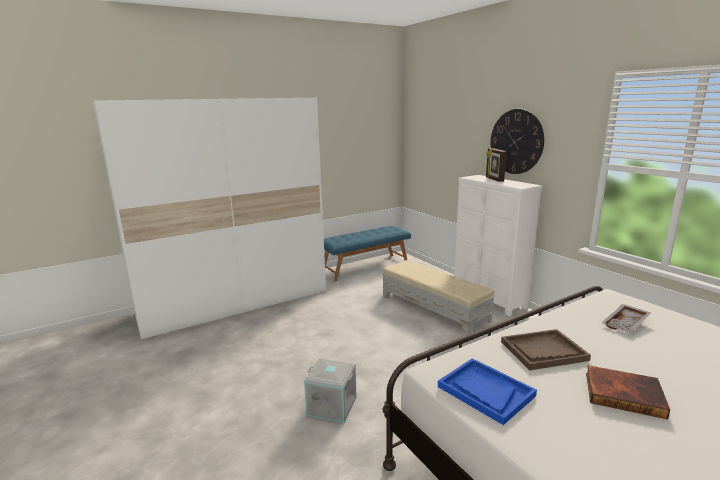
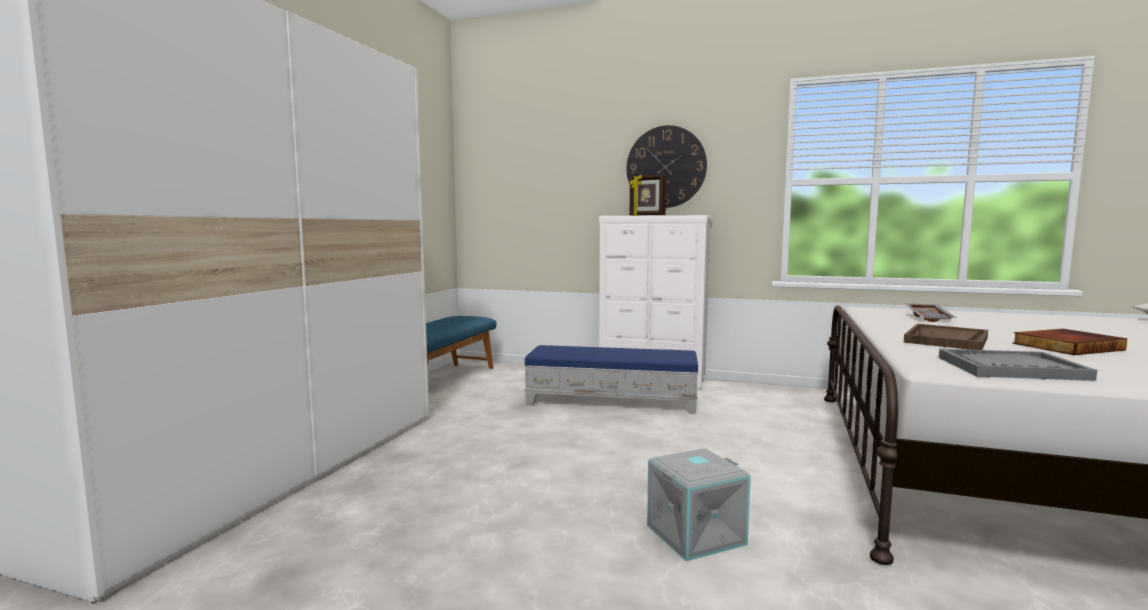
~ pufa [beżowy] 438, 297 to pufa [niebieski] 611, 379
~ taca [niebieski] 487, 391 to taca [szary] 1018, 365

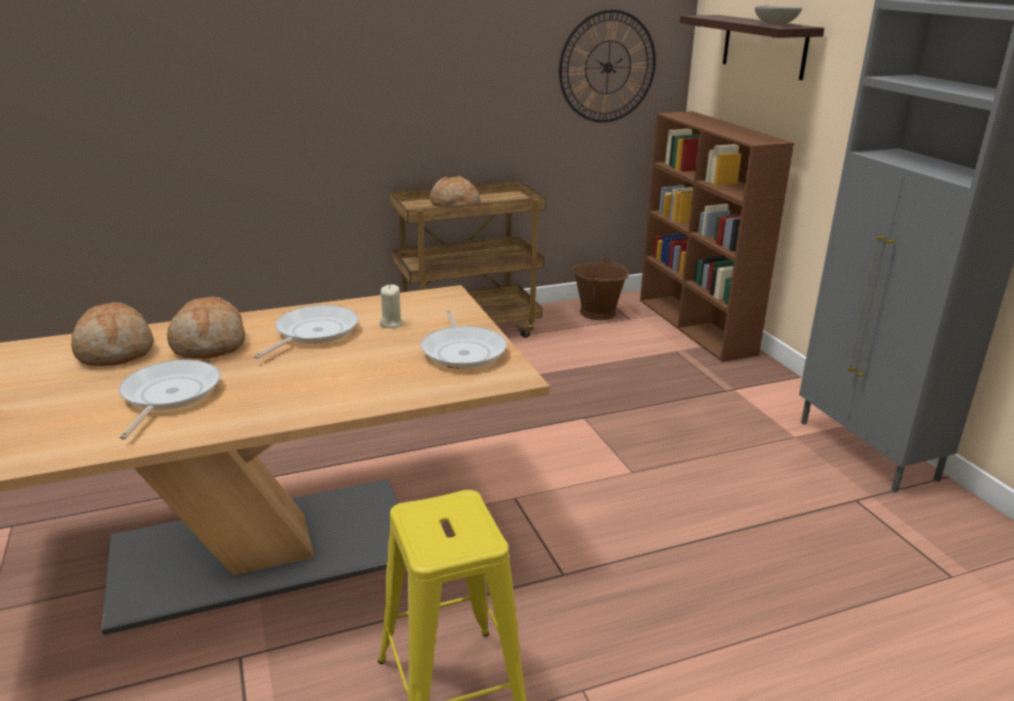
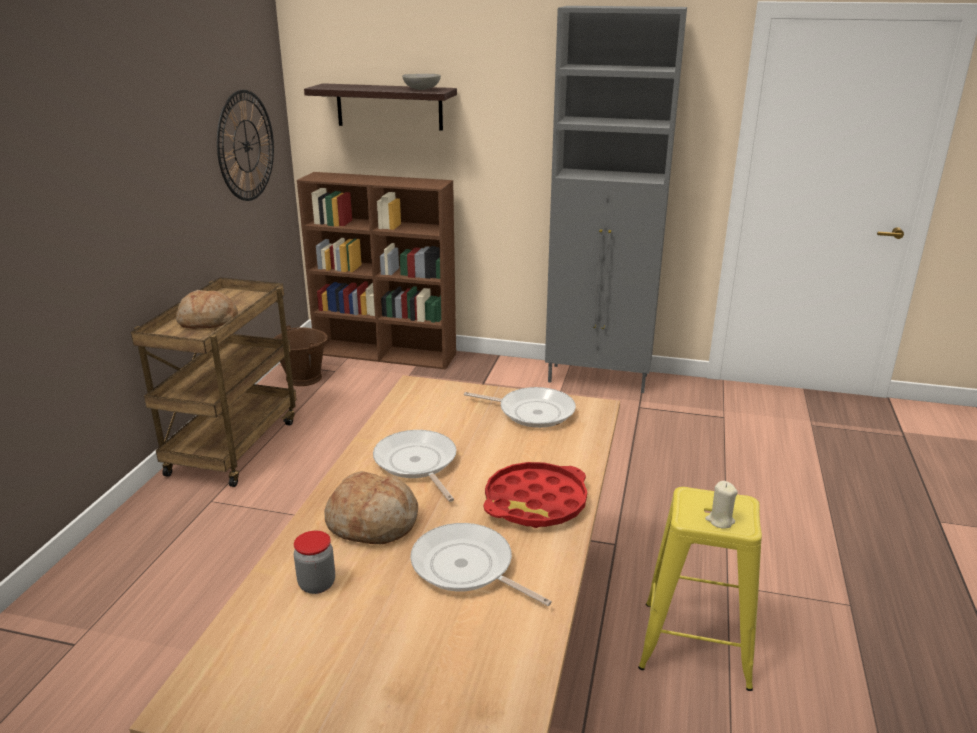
~ chleb 112, 334 to słoik 314, 562
~ świeca [beżowy] 391, 306 to 721, 505
+ taca [czerwony] 535, 495

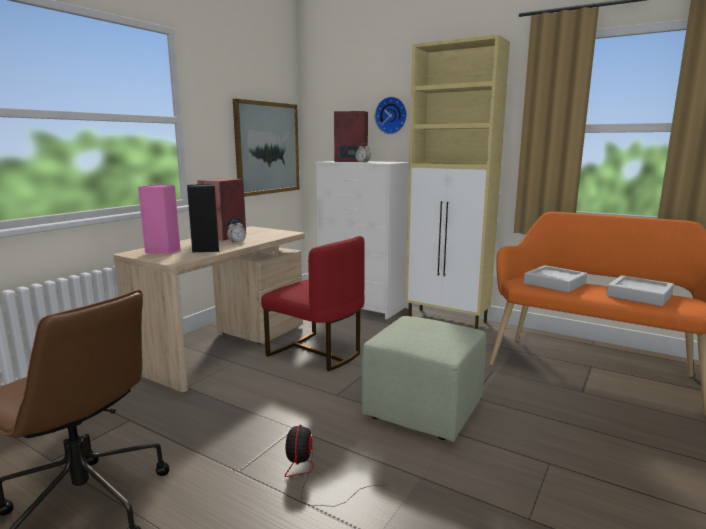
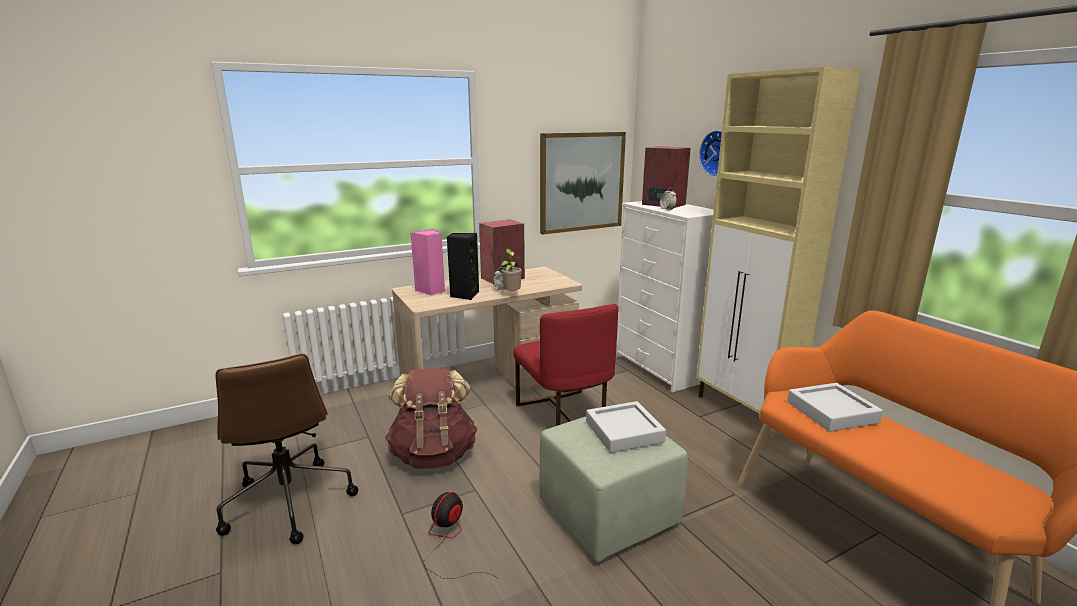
~ taca [szary] 640, 290 to 626, 427
+ plecak [brązowy] 431, 418
+ roślina doniczkowa 510, 271

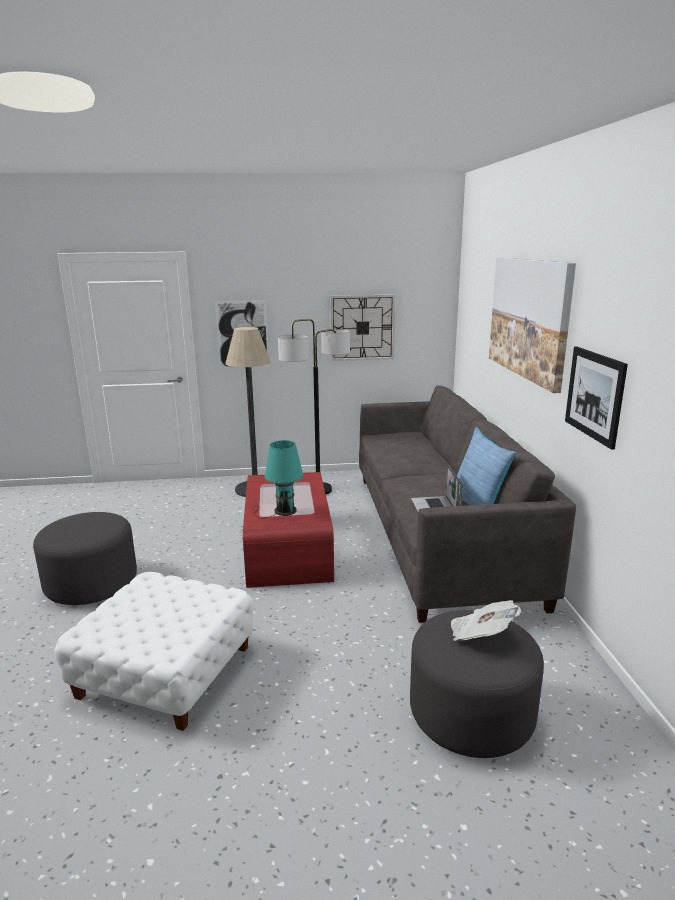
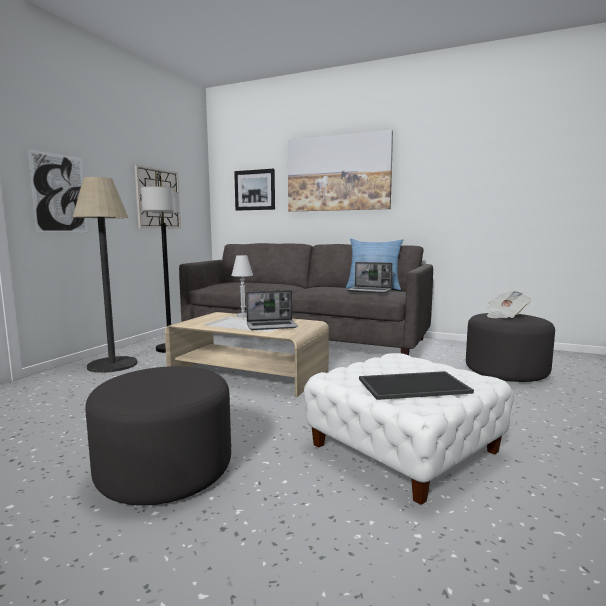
~ ława [czerwony] 288, 530 to ława [beżowy] 247, 354
~ lampa stołowa [turkusowy] 279, 479 to laptop 272, 310
~ obraz 596, 398 to 254, 190
+ lampa stołowa [biały] 242, 286
+ taca 416, 385

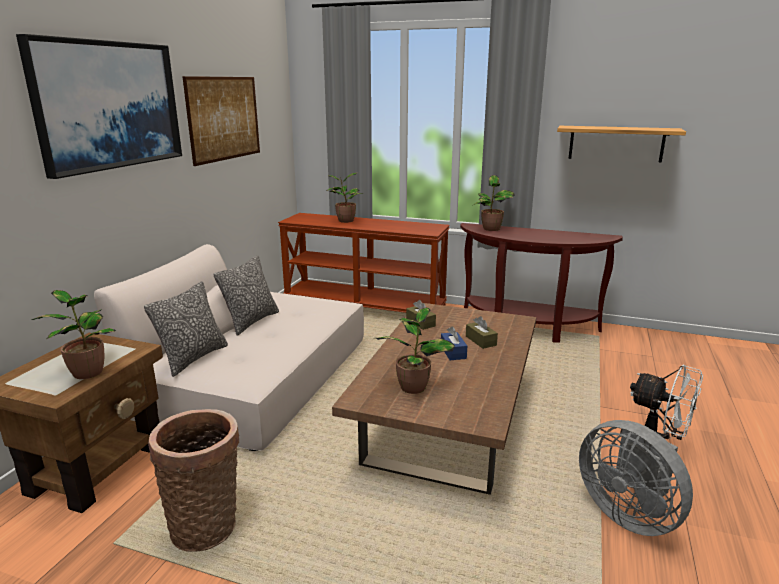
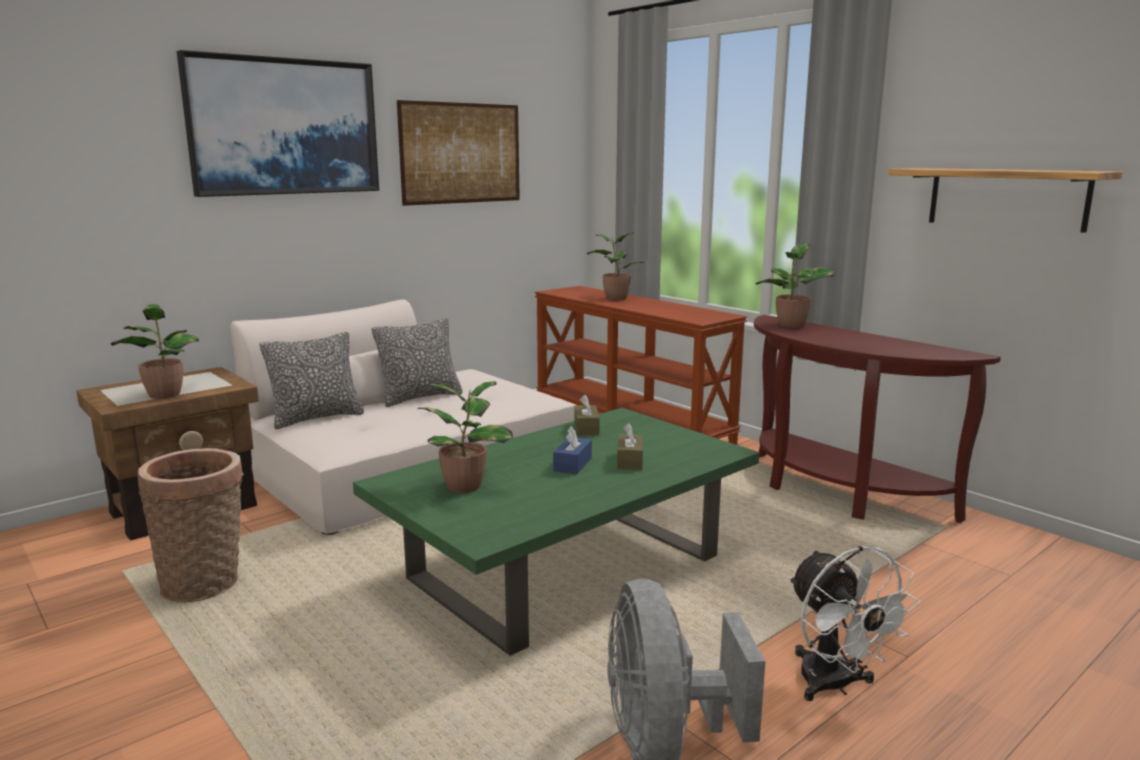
~ ława [brązowy] 434, 399 to ława [zielony] 556, 532

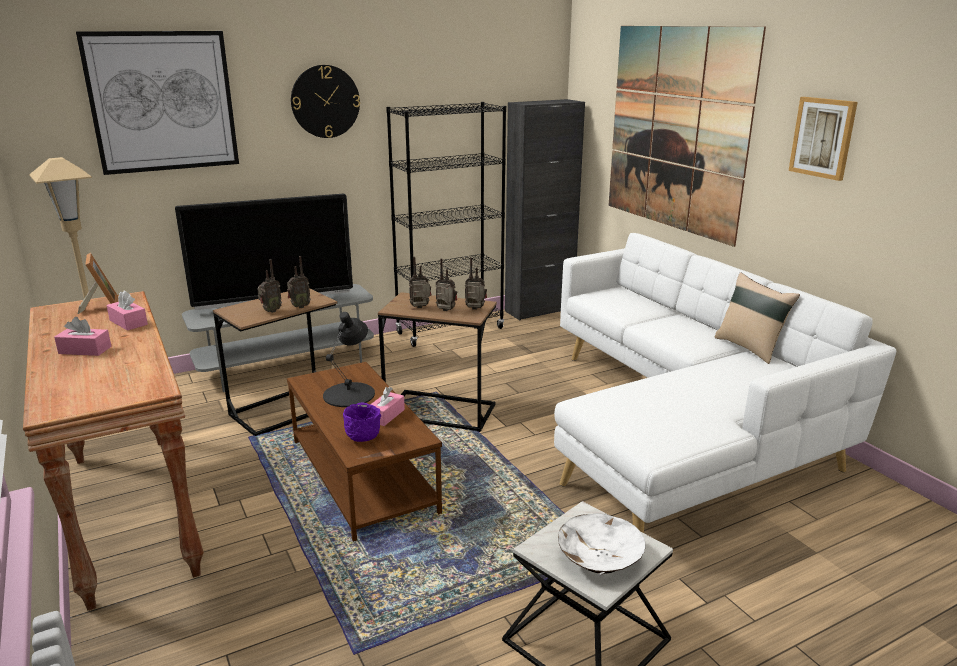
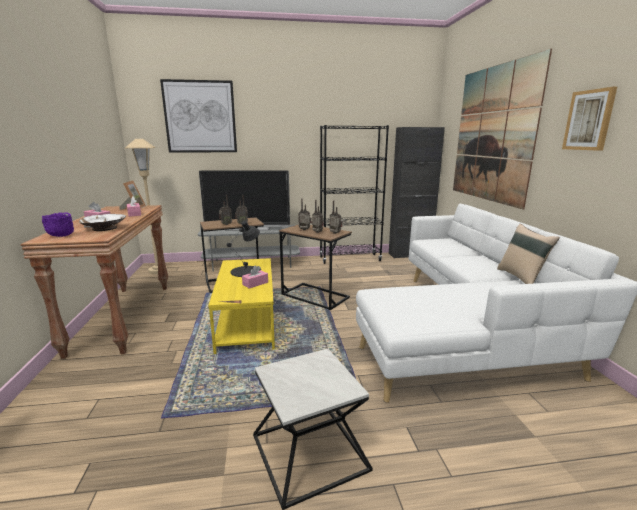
~ ława [brązowy] 364, 452 to ława [żółty] 241, 306
- zegar ścienny 325, 101
~ miska [fioletowy] 362, 422 to 58, 224
~ miska [biały] 602, 544 to 102, 222

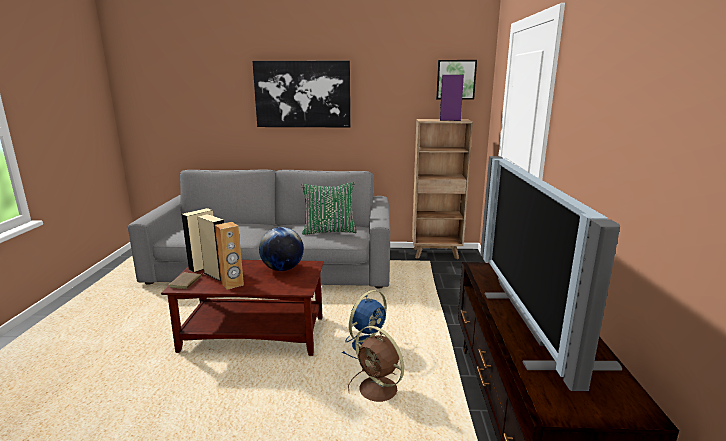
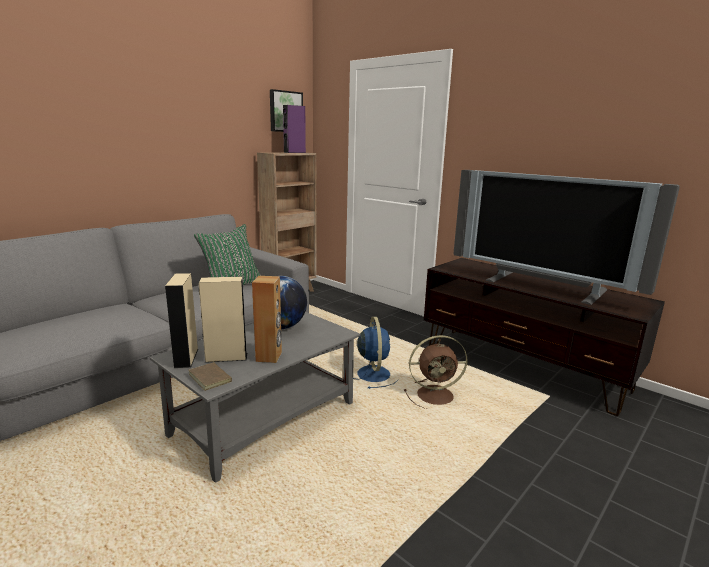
~ ława [brązowy] 242, 308 to ława [szary] 255, 397
- obraz 302, 94

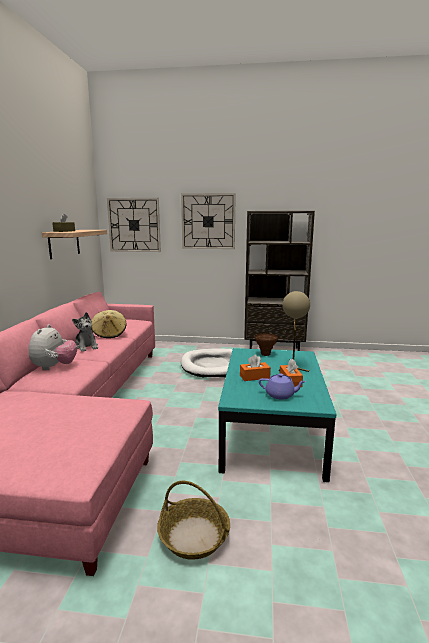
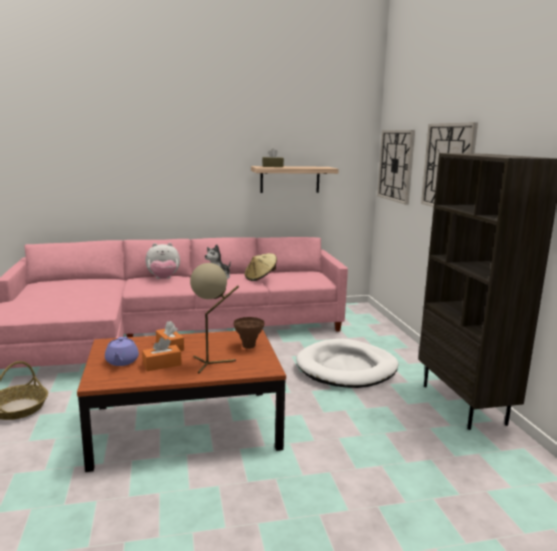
~ ława [turkusowy] 277, 415 to ława [brązowy] 181, 400

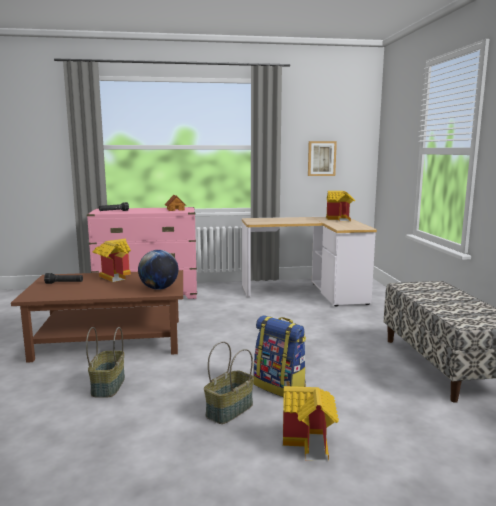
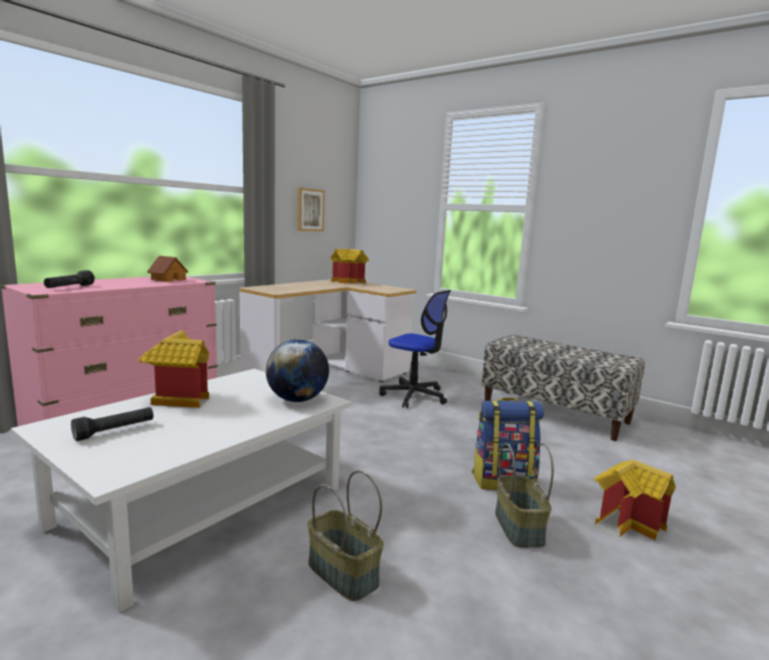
~ ława [brązowy] 97, 316 to ława [biały] 181, 491
+ krzesło biurowe 415, 349

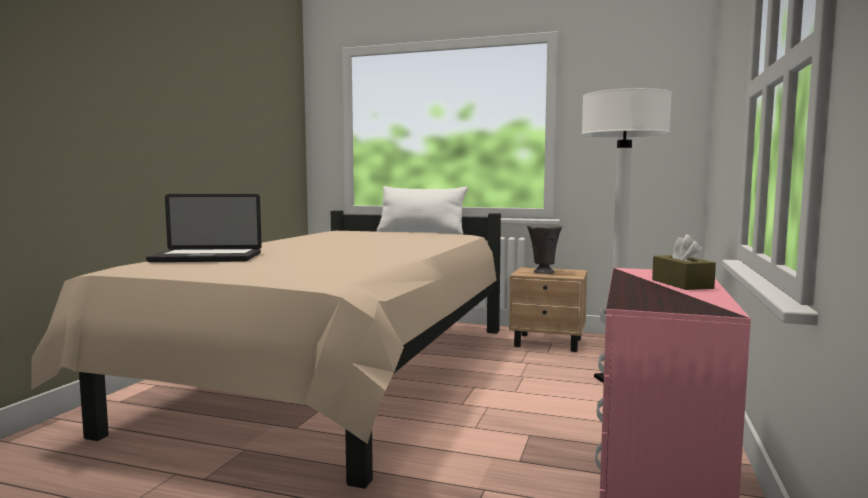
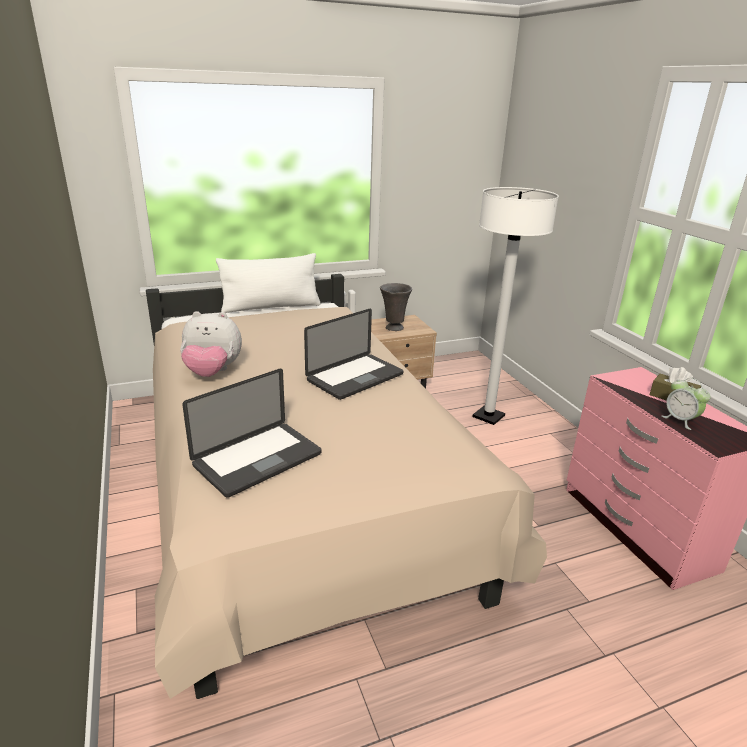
+ pluszak 211, 344
+ laptop 353, 354
+ budzik 686, 404

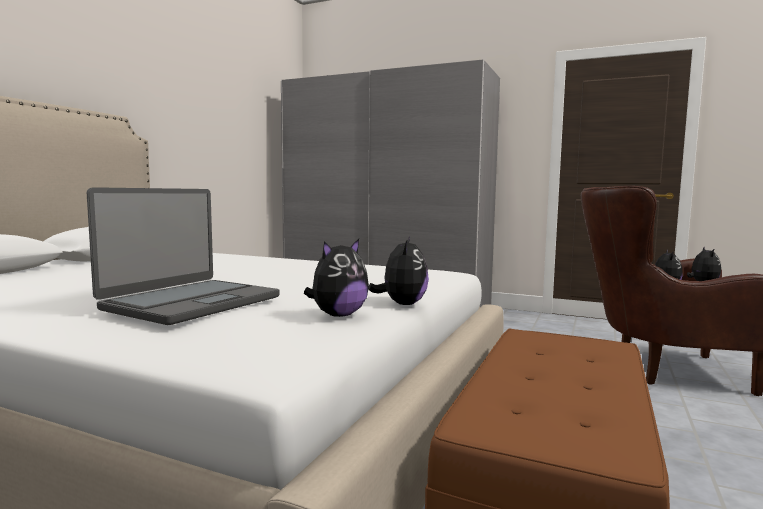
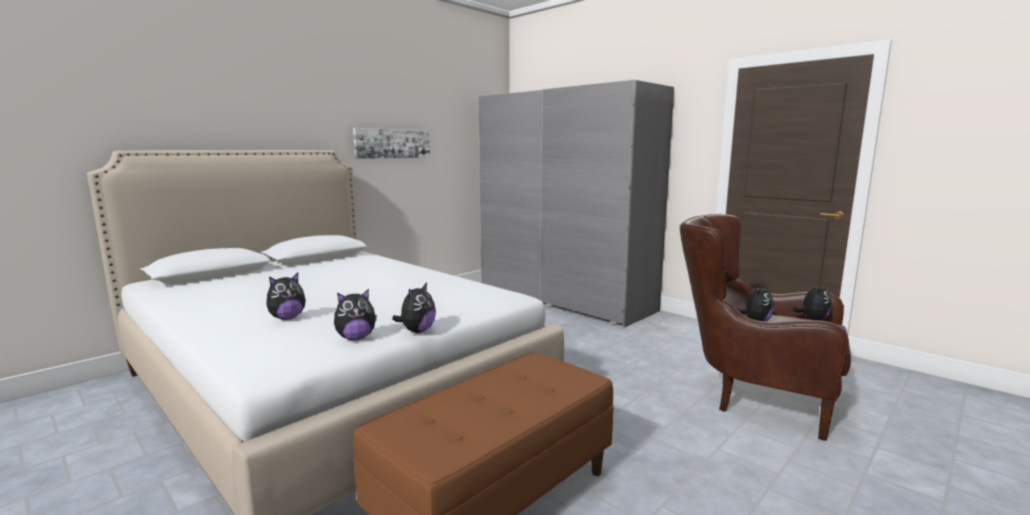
~ laptop 183, 256 to pluszak 286, 296
+ obraz 391, 143

